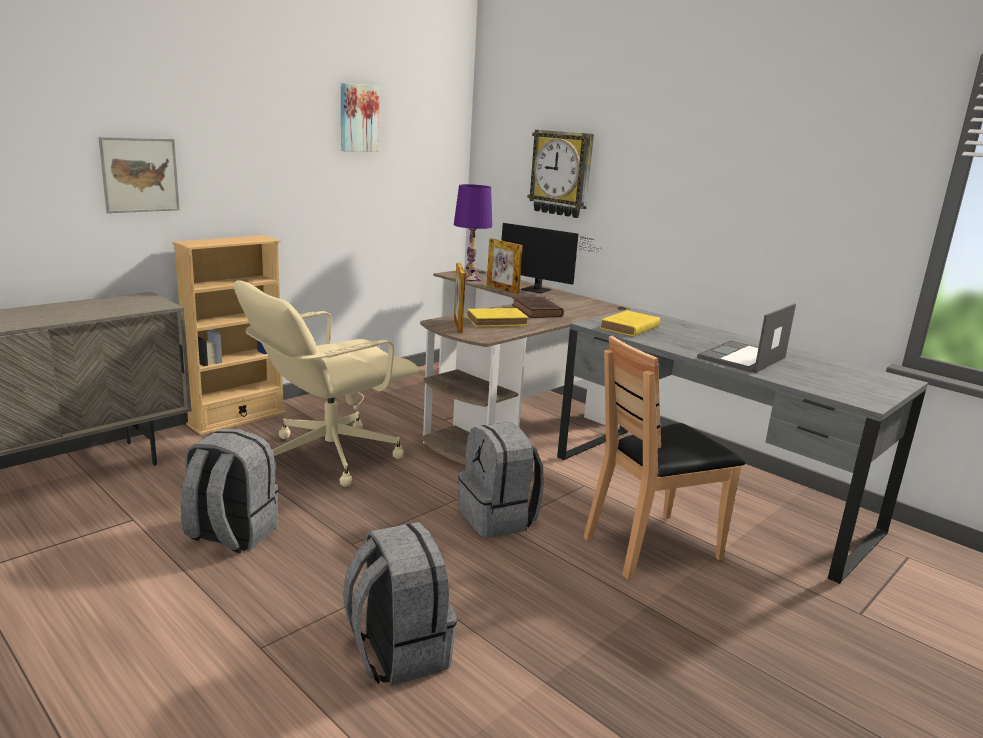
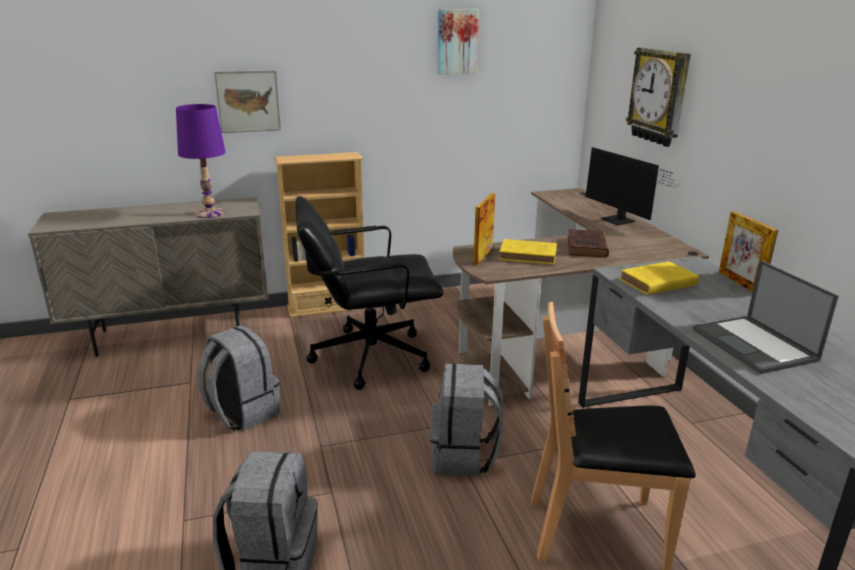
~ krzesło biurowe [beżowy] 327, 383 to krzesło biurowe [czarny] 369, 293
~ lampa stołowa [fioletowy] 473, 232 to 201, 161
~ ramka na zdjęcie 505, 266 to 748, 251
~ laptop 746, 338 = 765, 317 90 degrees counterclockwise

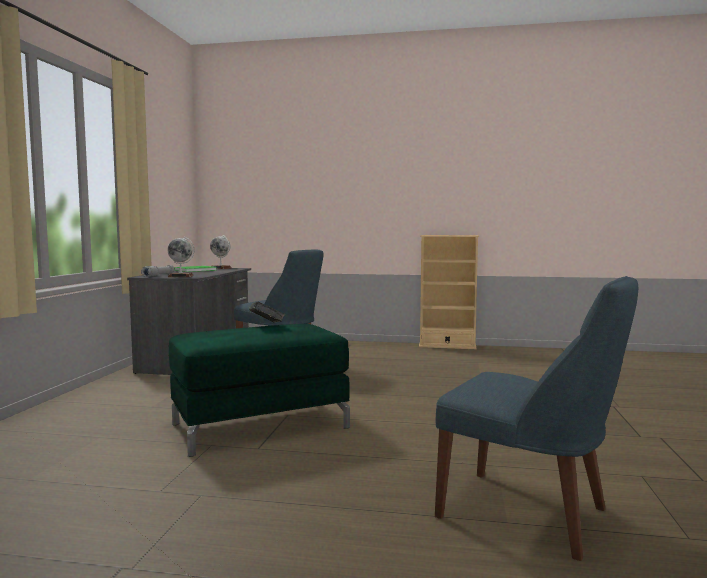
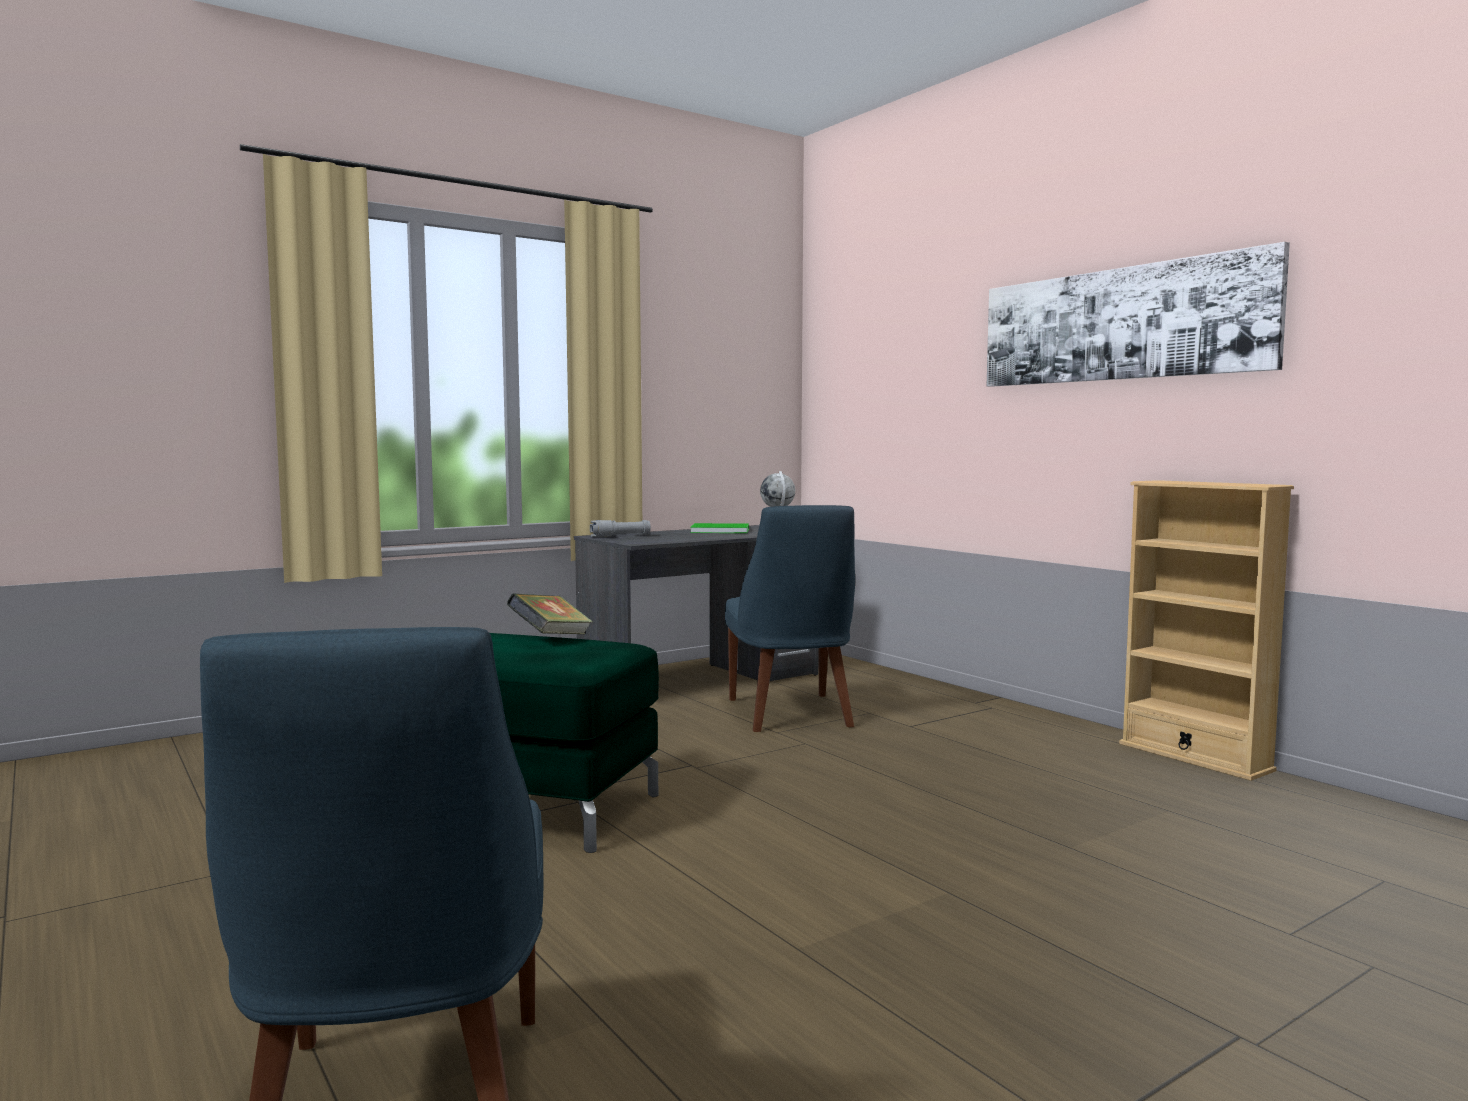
- globus 180, 257
+ obraz 1138, 314

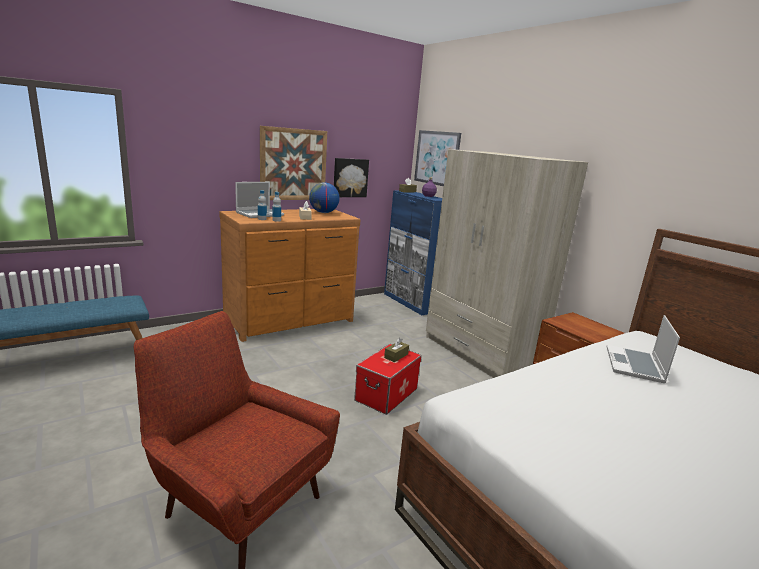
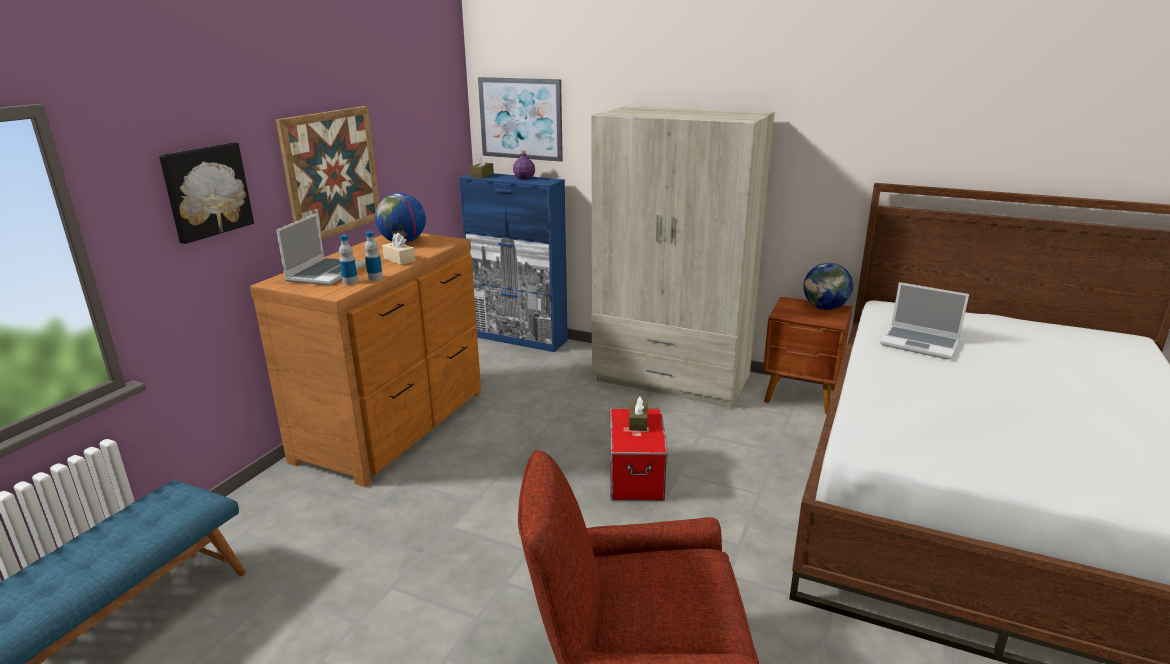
~ obraz 351, 177 to 206, 193
~ laptop 643, 349 = 924, 321 45 degrees counterclockwise
+ globus 828, 286

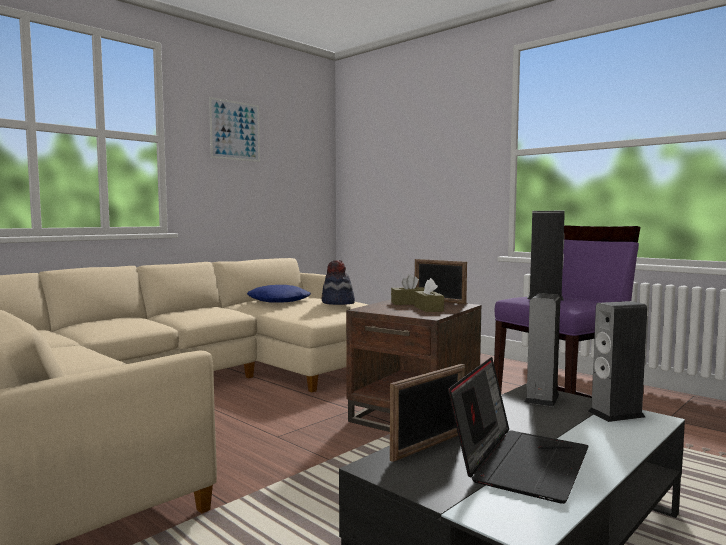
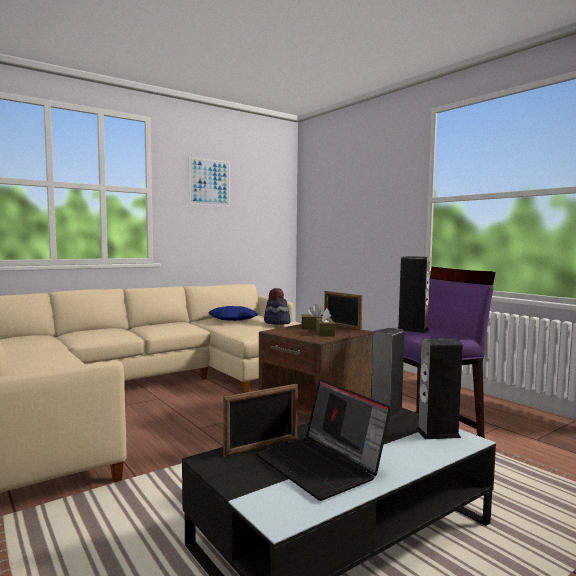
~ laptop 518, 430 = 323, 440 105 degrees clockwise

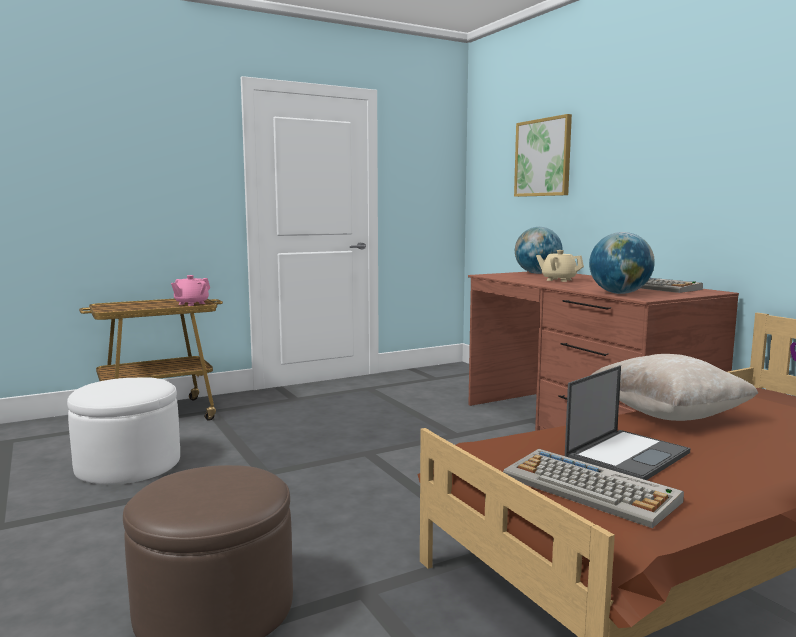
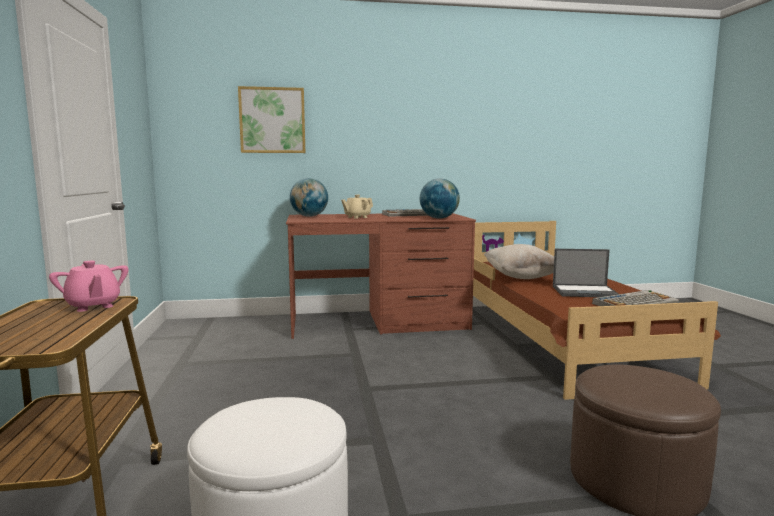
~ laptop 628, 422 = 585, 273 120 degrees clockwise

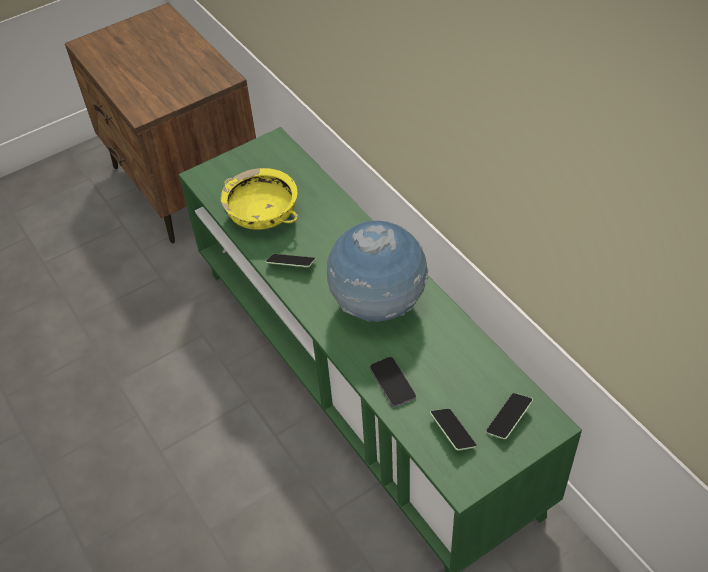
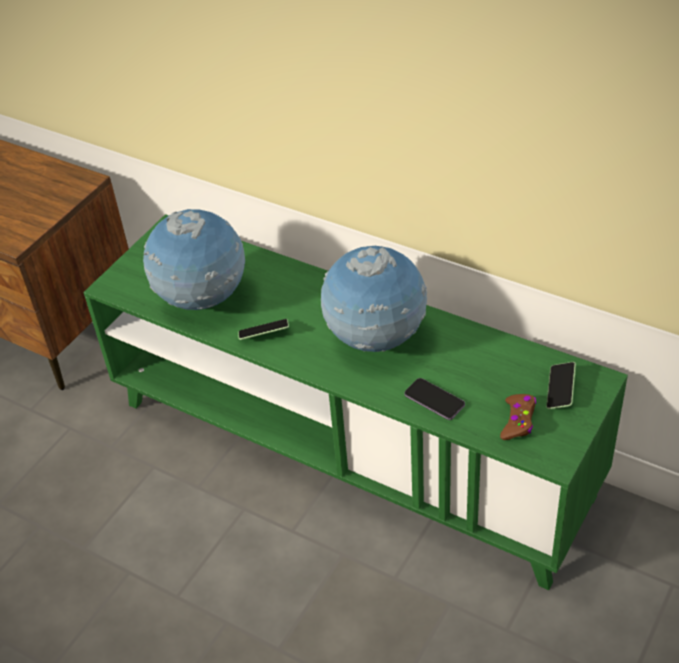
~ miska [żółty] 259, 199 to globus 194, 259
~ telefon 453, 429 to pad do gier [brązowy] 518, 417

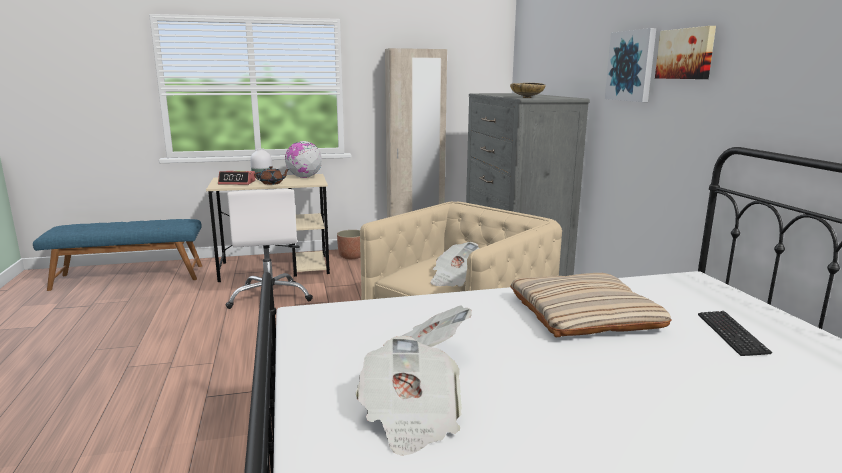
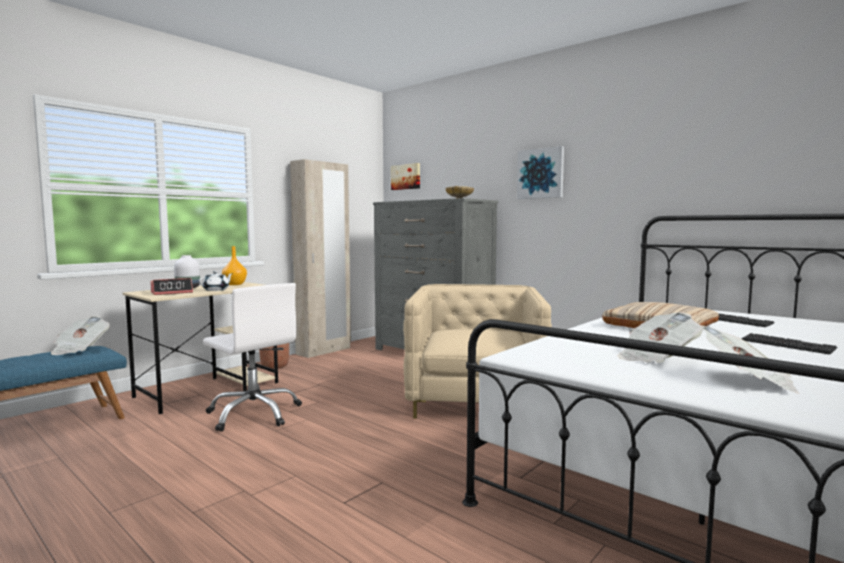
~ imbryk [brązowy] 271, 175 to imbryk [biały] 216, 281
~ globus 303, 159 to wazon [pomarańczowy] 234, 265
~ gazeta 455, 264 to 80, 335
~ obraz 685, 52 to 405, 176
+ klawiatura 789, 344

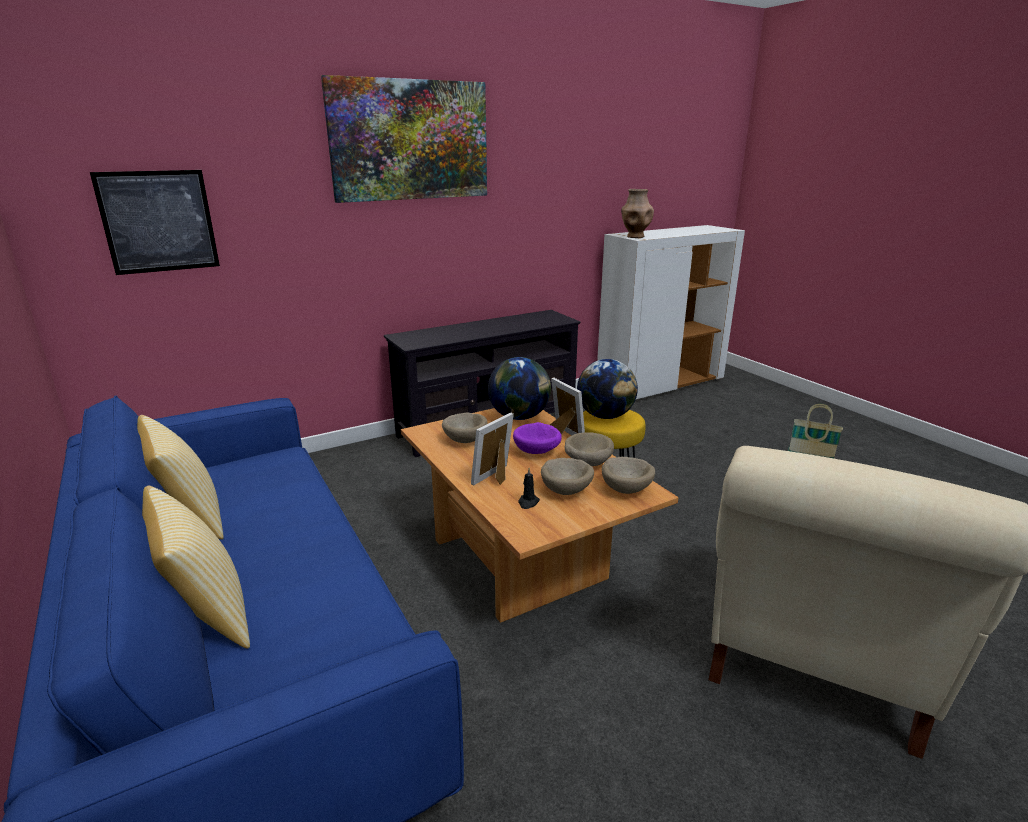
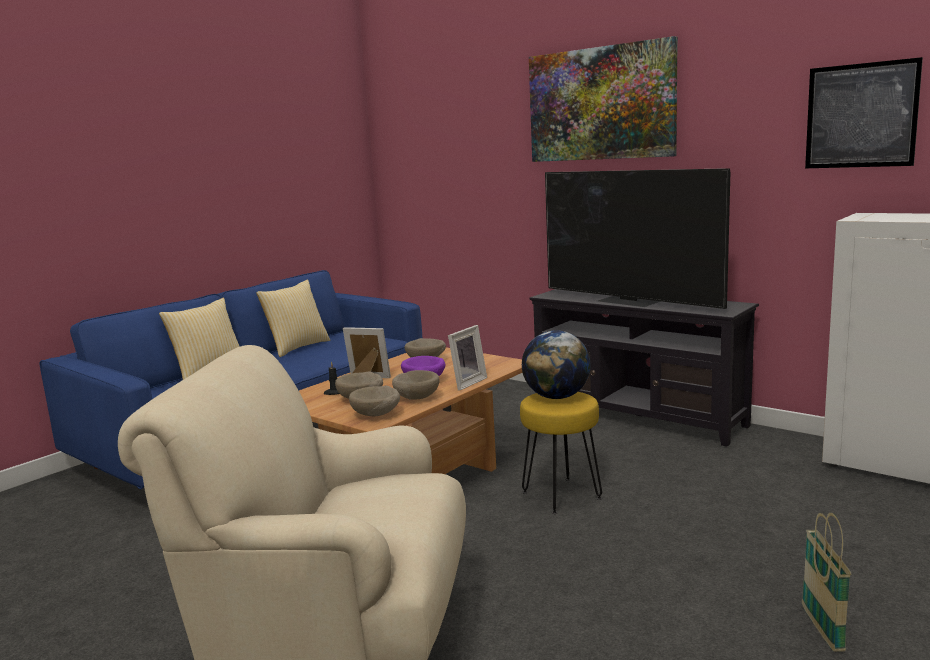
~ obraz 155, 222 to 864, 112
- globus 519, 388
- wazon [brązowy] 637, 213
+ telewizor 637, 238

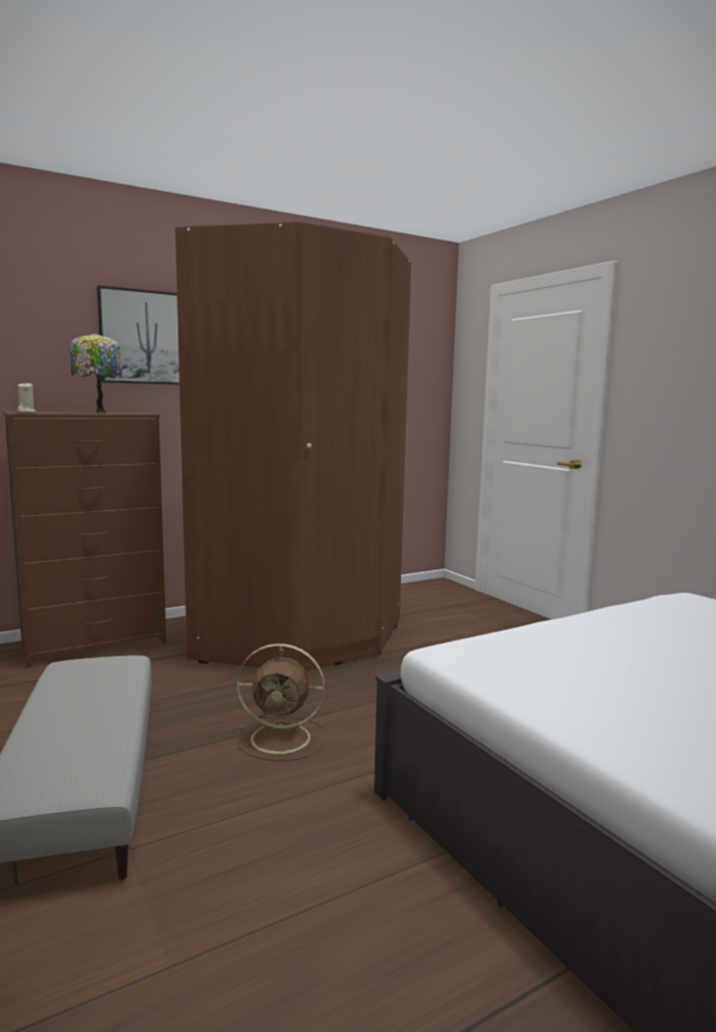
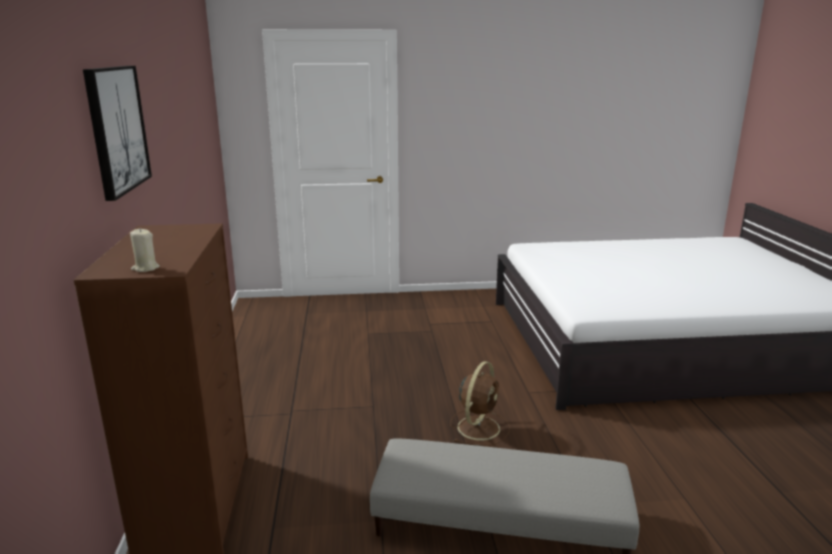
- lampa stołowa 96, 373
- szafa [brązowy] 293, 445

